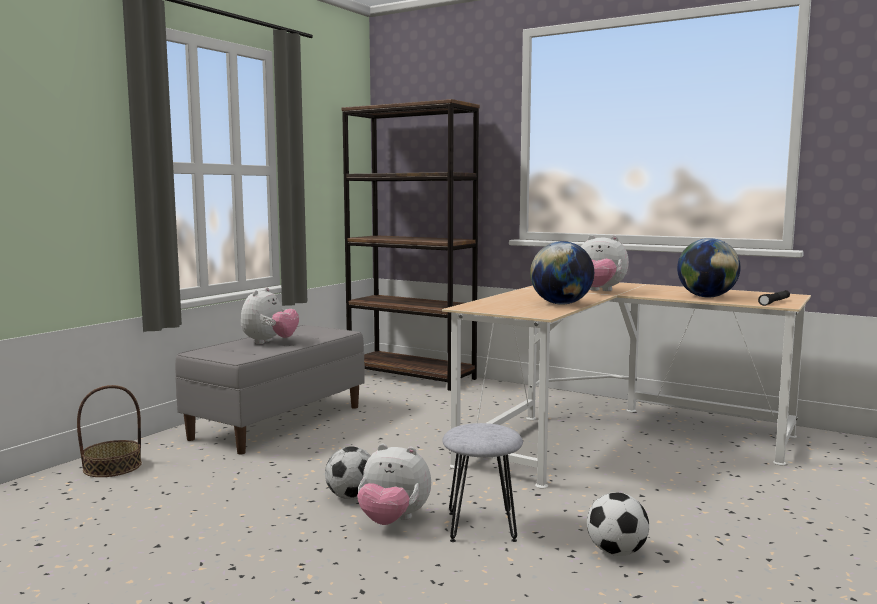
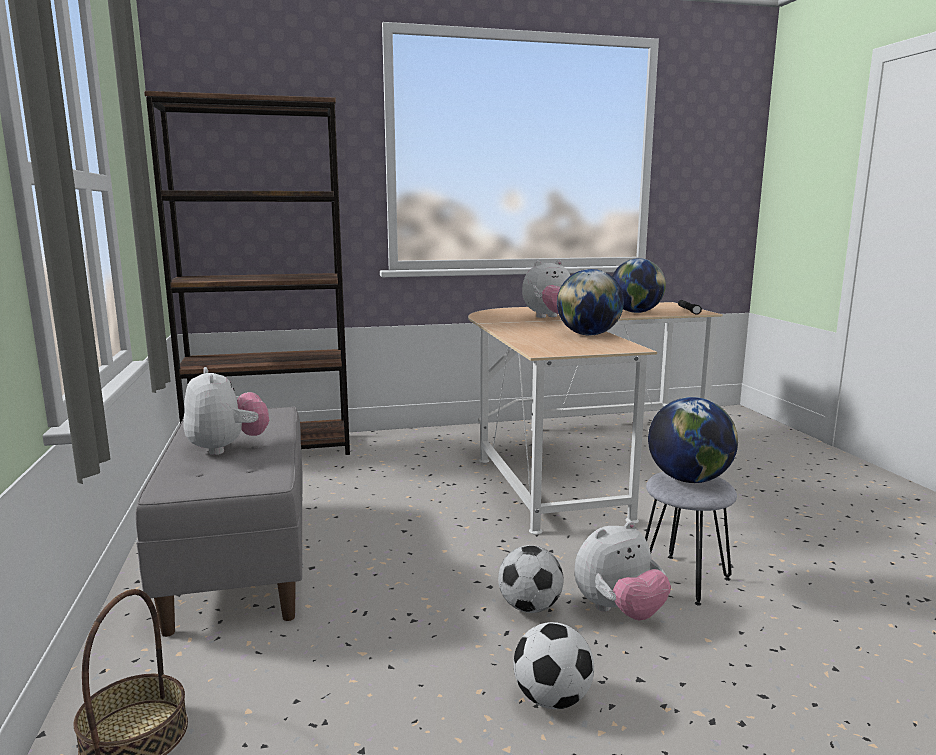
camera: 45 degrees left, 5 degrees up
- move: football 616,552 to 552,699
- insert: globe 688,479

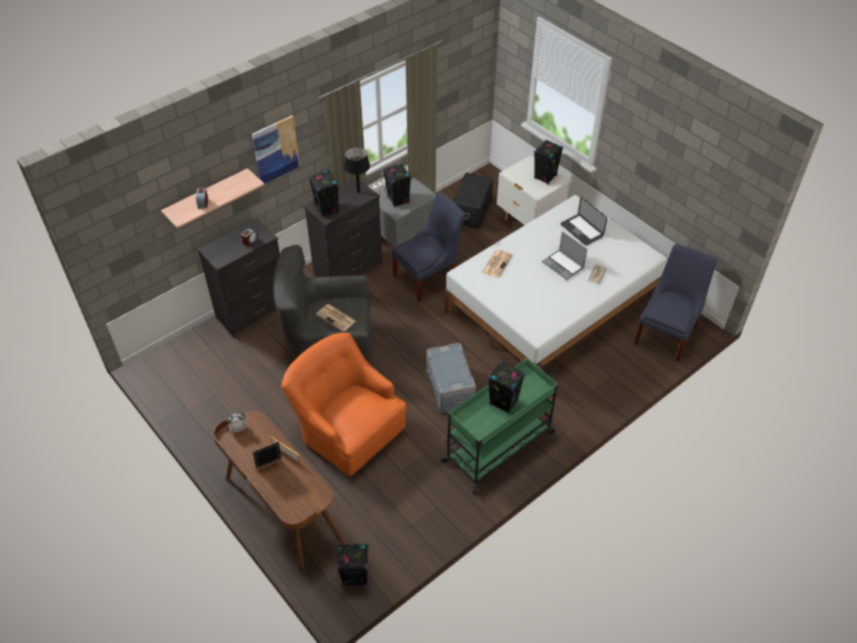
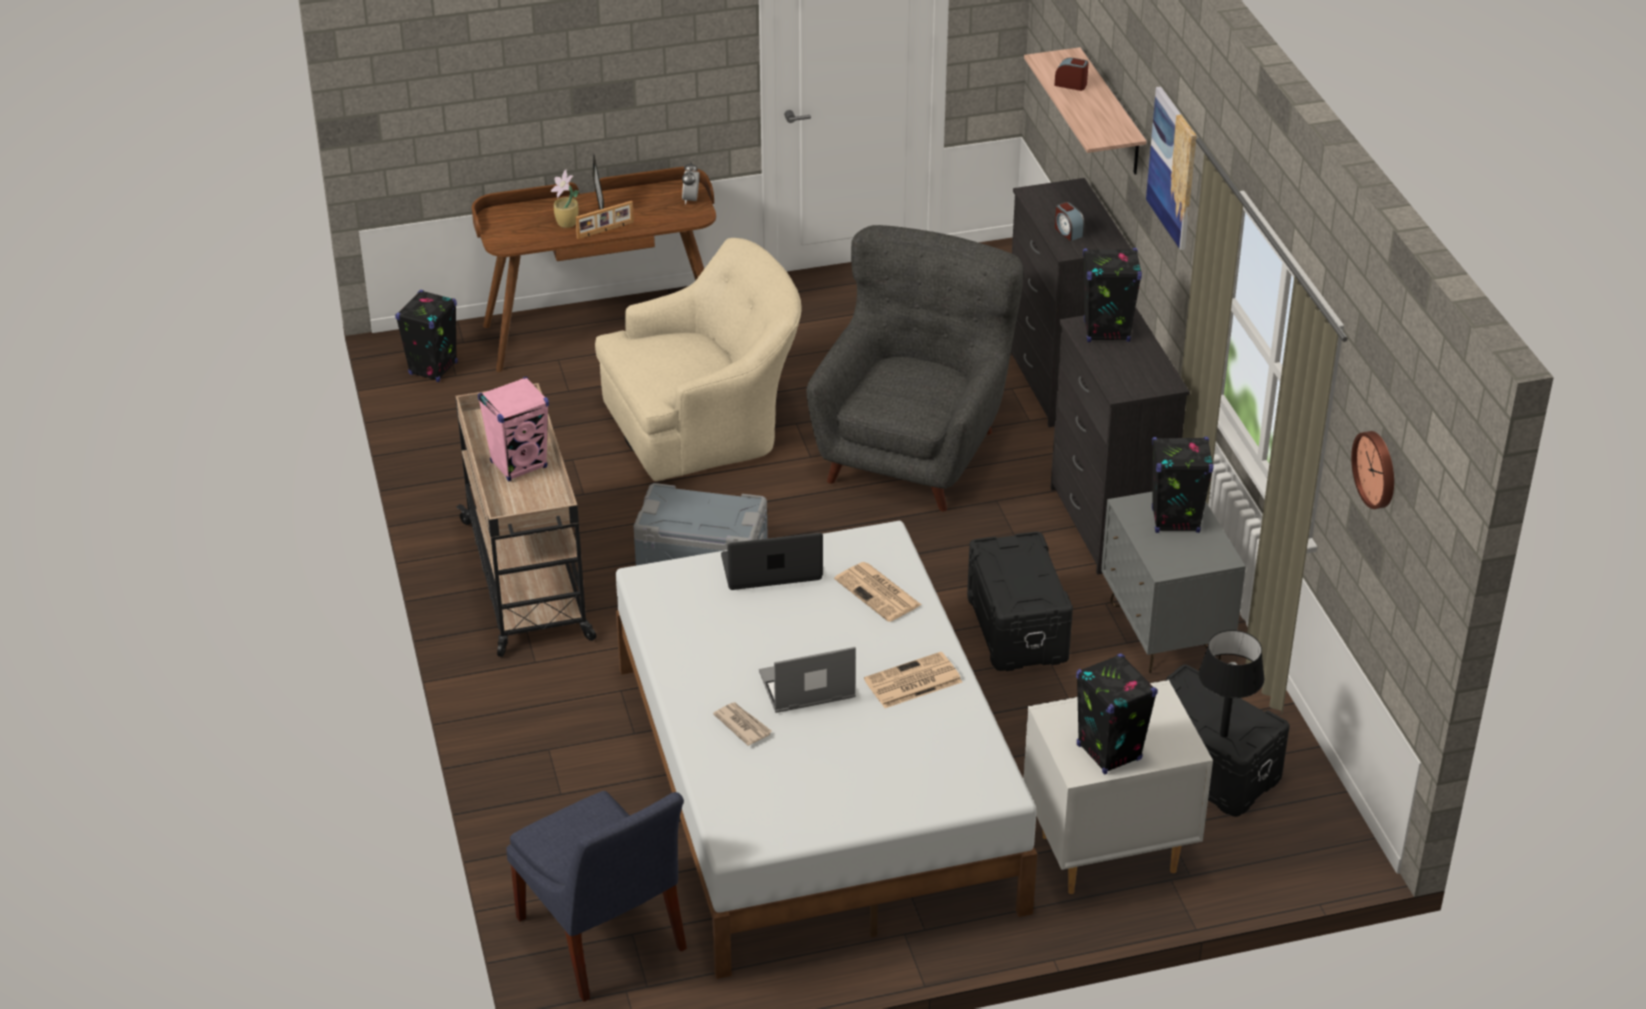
camera: 115 degrees right, 10 degrees down
- move: black table lamp 358,191 to 1223,734
- replace: blue chair 429,277 to black storage box 1015,628
- move: laptop 581,230 to 771,568
- move: newspaper 336,318 to 912,682
- recolor: orange armchair 347,428 to beige armchair 705,425
- recolor: green cart 499,446 to beige cart 527,581
- recolor: black speaker 503,402 to pink speaker 519,465
- insert: potted plant 567,224
- insert: wall clock 1377,469

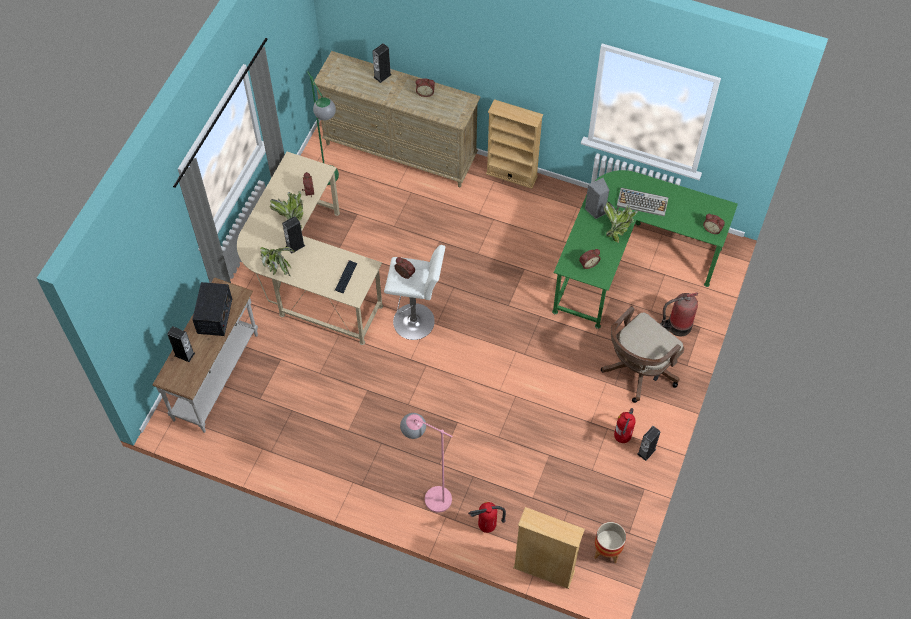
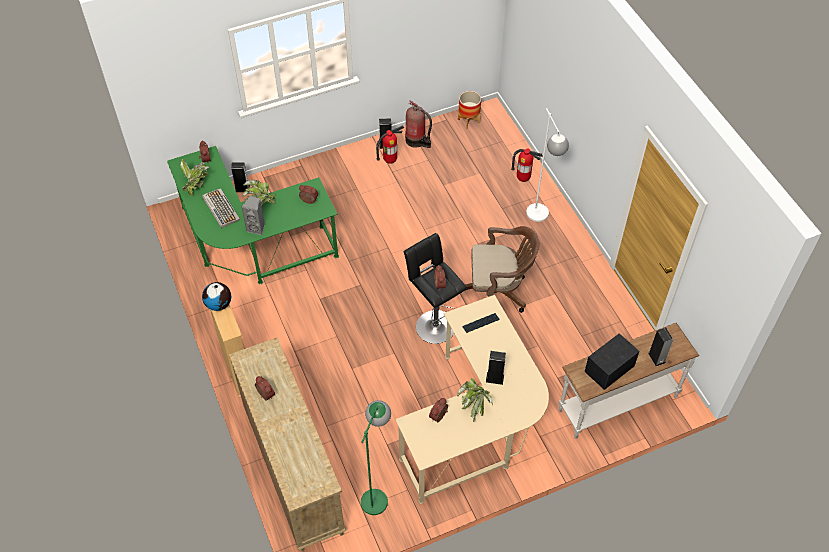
camera: 135 degrees left, 5 degrees down
- move: speaker 382,76 to 242,188
- recolor: white stool 417,321 to black stool 433,324
- move: potted plant 277,266 to 197,184
- move: fire extinguisher 677,326 to 417,141
- move: brown office chair 637,371 to 497,292
- recolor: pink floor lamp 429,495 to white floor lamp 540,219
- delete: beige bookcase 543,570
- insert: globe 219,304

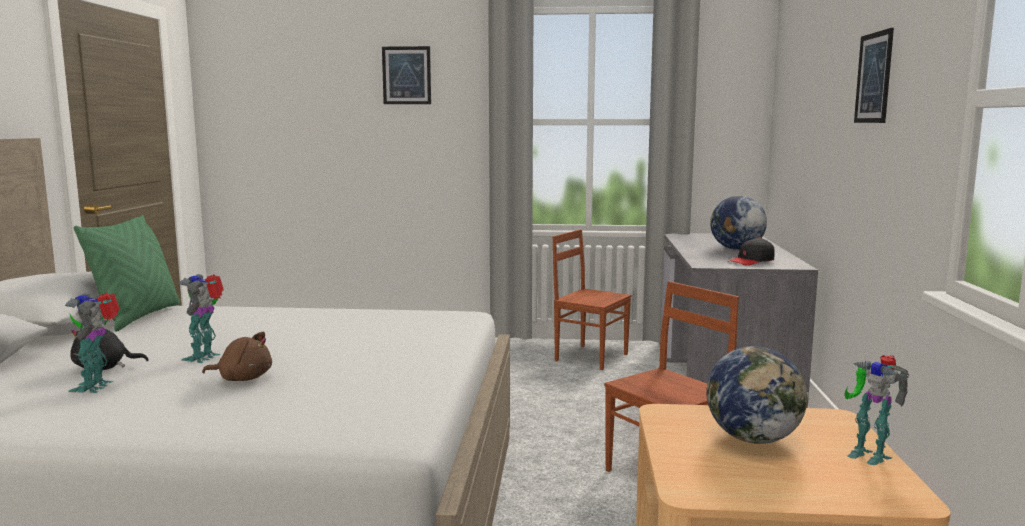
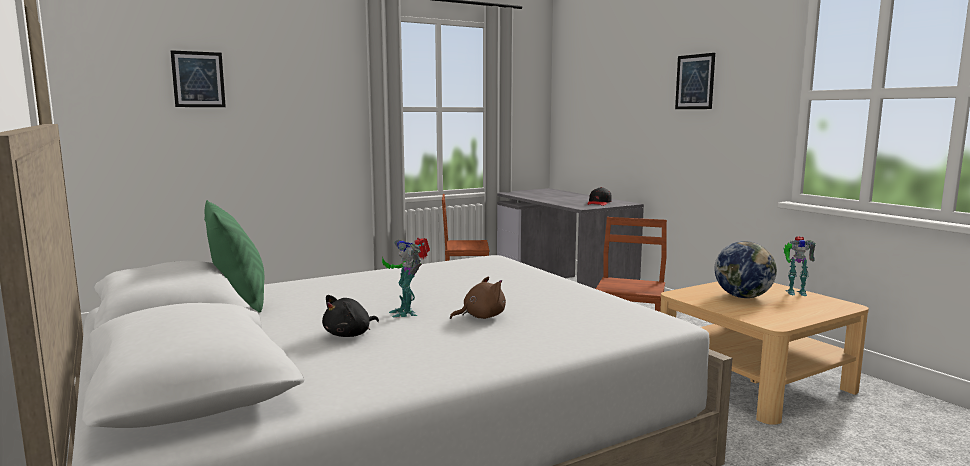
camera: 35 degrees left, 0 degrees up
- move: picture 406,75 to 198,79
- delete: globe 736,249
- delete: toy robot 96,386

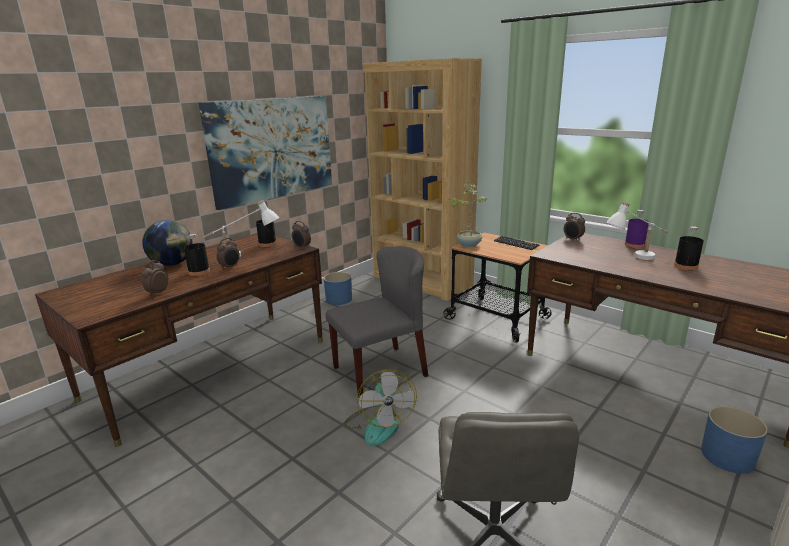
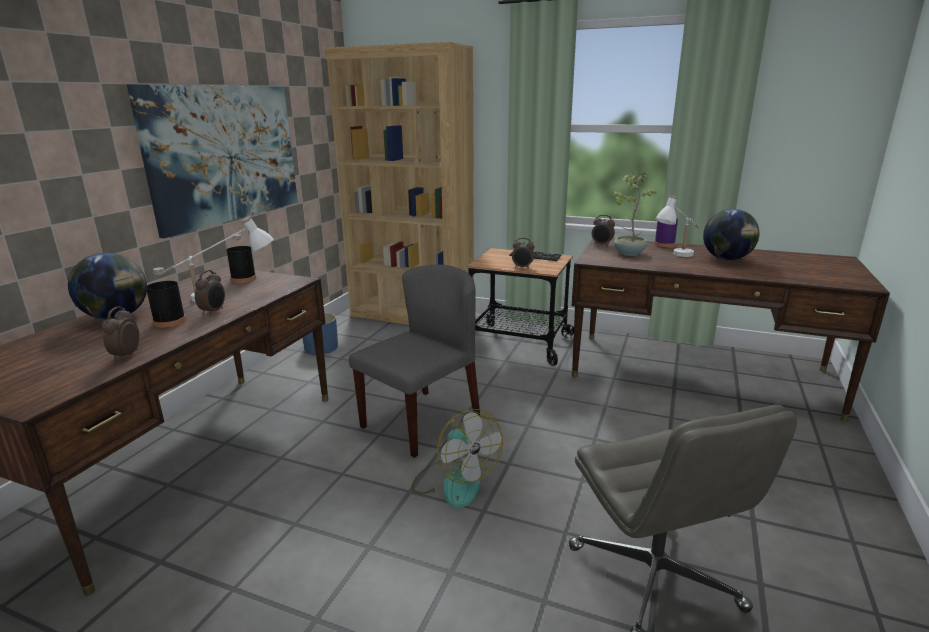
camera: 20 degrees left, 0 degrees up
- move: potted plant 468,244 to 628,253
- move: alarm clock 301,248 to 522,267
- replace: black bottle 686,266 to globe 727,259
- delete: blue planter 728,457

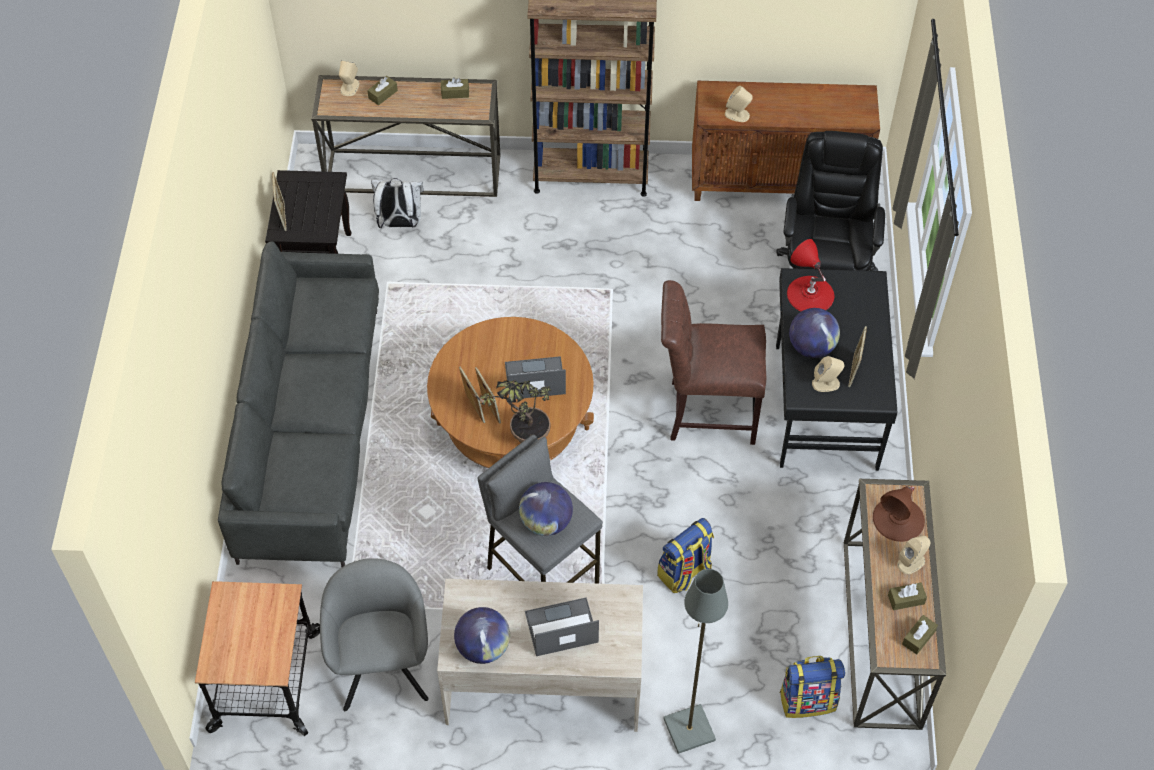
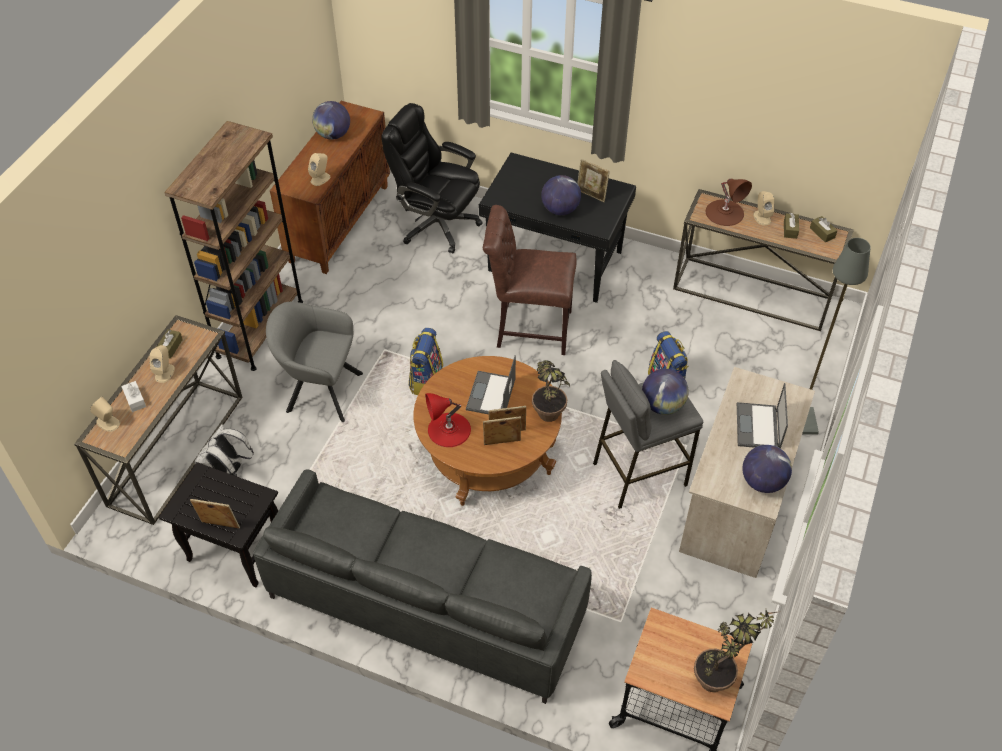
camera: 70 degrees left, 5 degrees down
- recolor: brown tissue box 383,94 to white tissue box 135,400
- move: red table lamp 810,294 to 449,430
- rotate: brown chair 706,411 = 529,328 75 degrees clockwise
- move: beige speaker 826,383 to 164,372
- move: grey armchair 383,663 to 320,391
- move: backpack 808,700 to 426,380
- insert: globe 333,135
- insert: potted plant 720,676

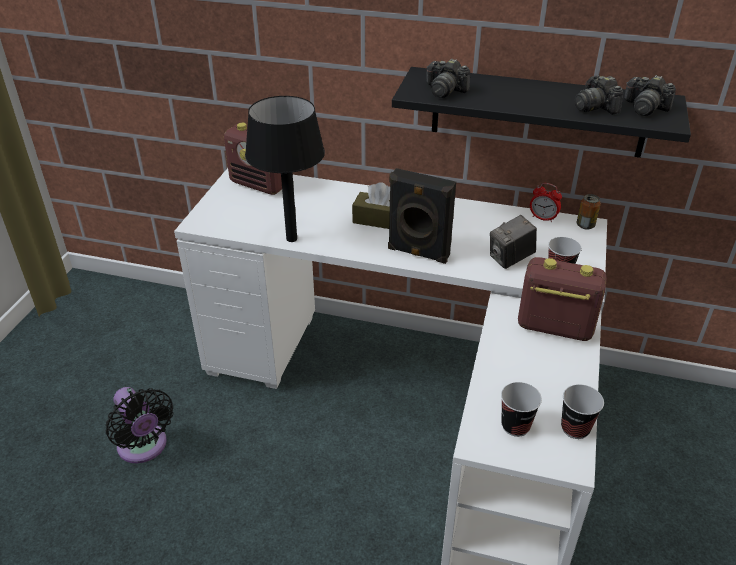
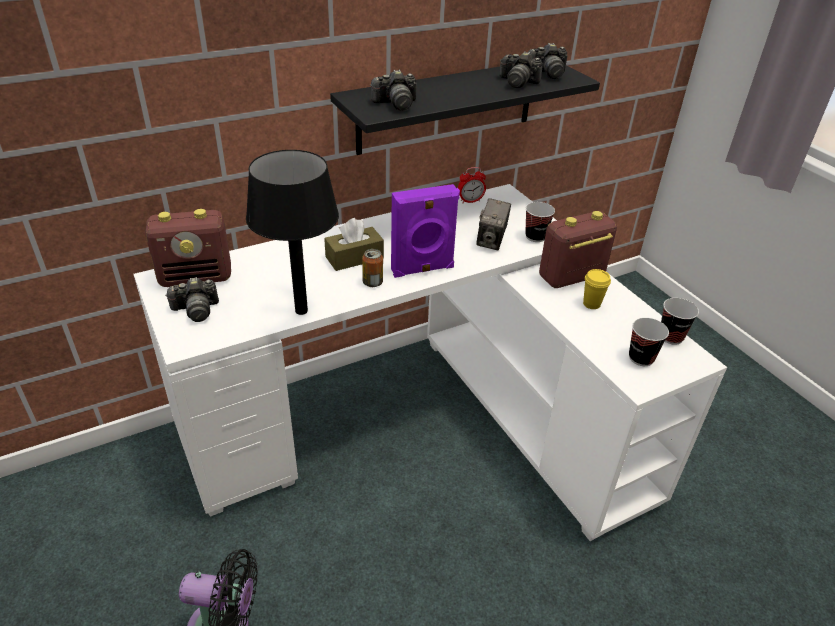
camera: 45 degrees left, 0 degrees up
- recolor: black speaker 418,253 to purple speaker 423,269
- move: can 585,225 to 372,283
- insert: yellow cup 591,304
- insert: photo camera 196,310

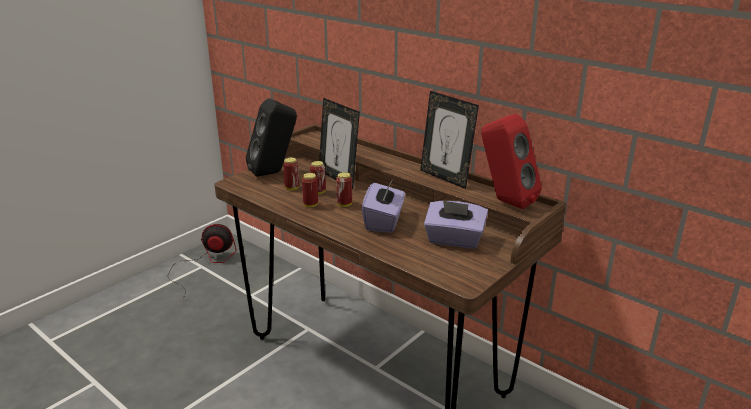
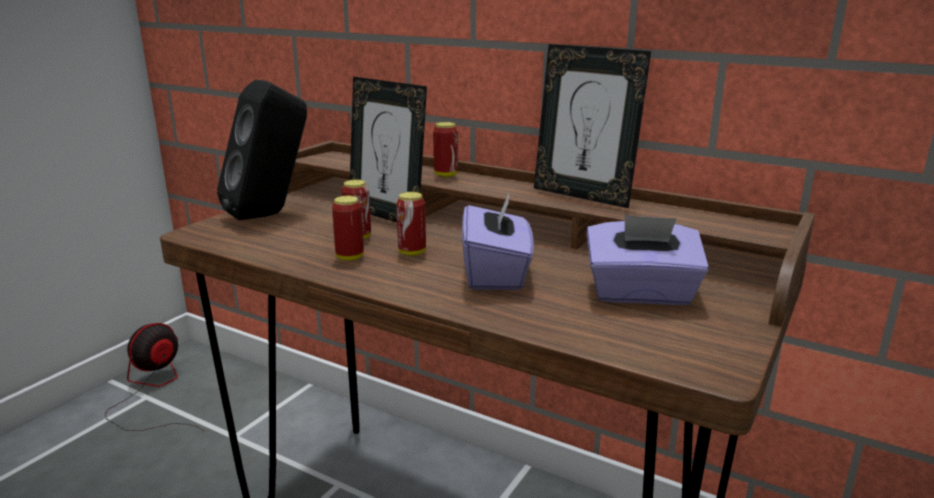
camera: 10 degrees left, 5 degrees down
- delete: red speaker 504,201
- move: can 292,188 to 446,175
- rotate: fan 206,263 = 154,391 45 degrees counterclockwise

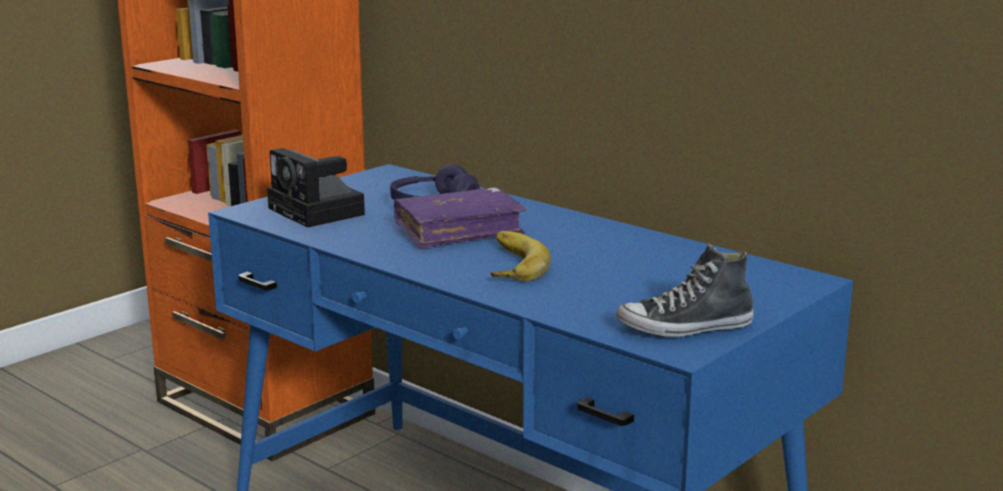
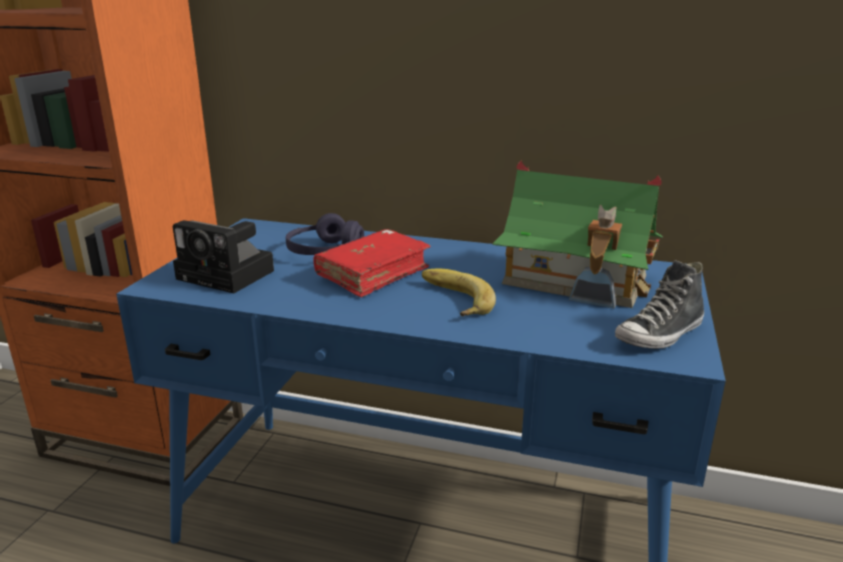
camera: 25 degrees left, 5 degrees up
- recolor: purple book 458,231 to red book 373,273
- insert: toy house 576,280

